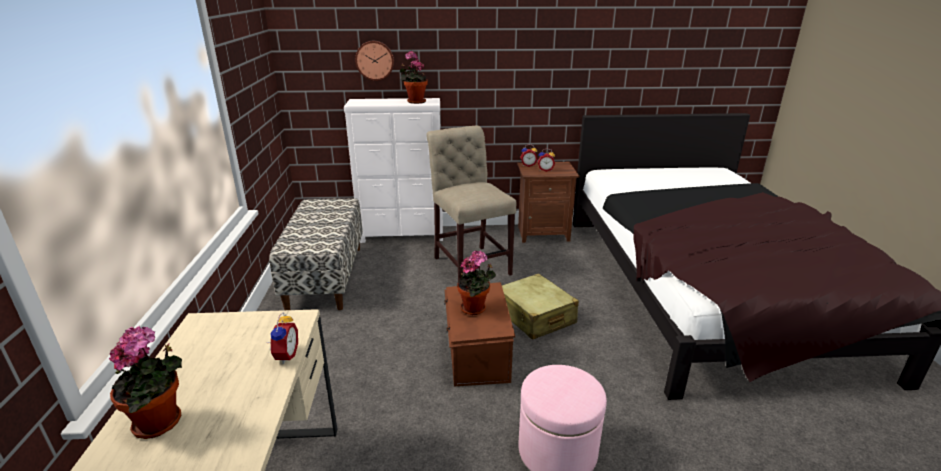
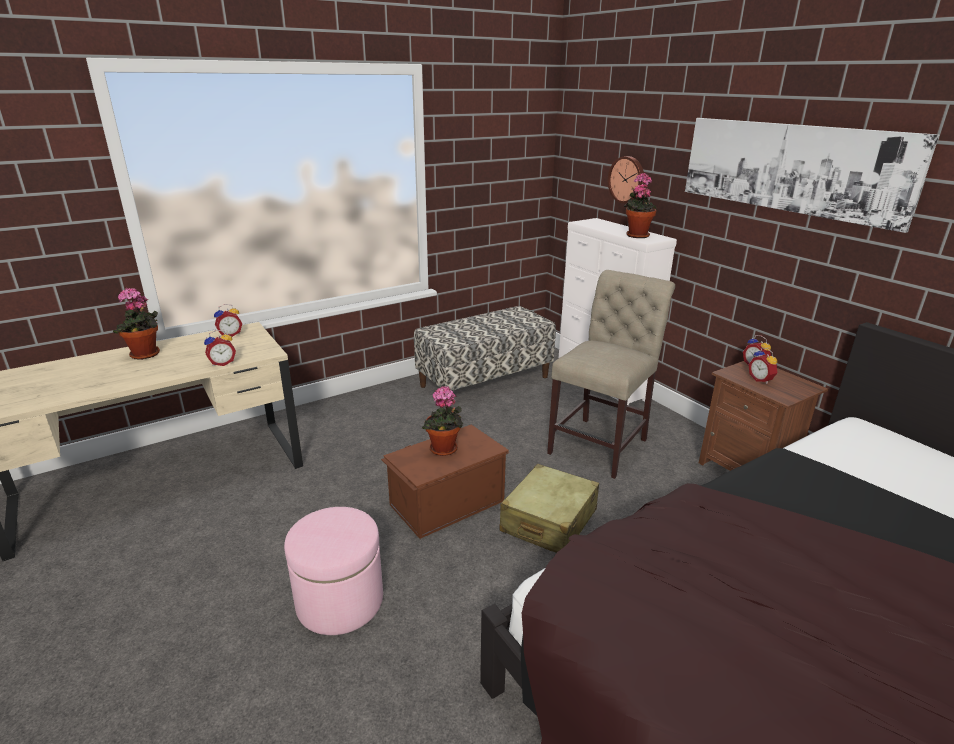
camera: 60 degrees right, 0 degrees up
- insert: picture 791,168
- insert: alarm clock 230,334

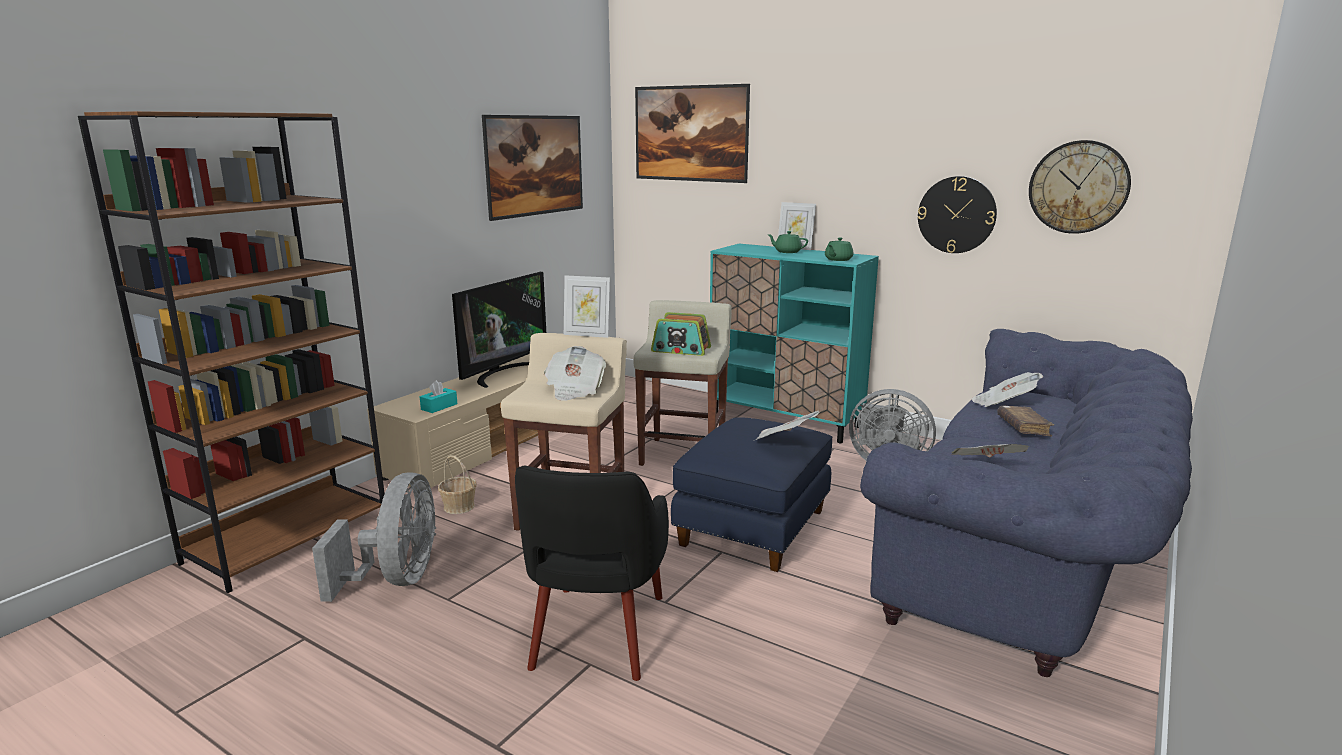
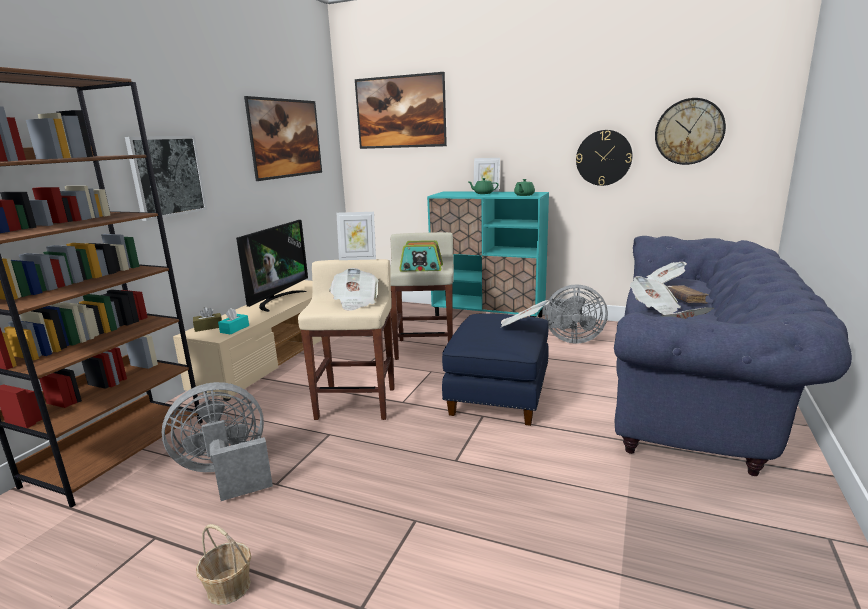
camera: 10 degrees left, 0 degrees up
- move: basket 459,507 to 229,587
- delete: black armchair 597,634
- rotate: grey fan 397,579 = 226,473 105 degrees counterclockwise
- insert: picture 167,176
- insert: newspaper 654,308
- insert: brown tissue box 208,327

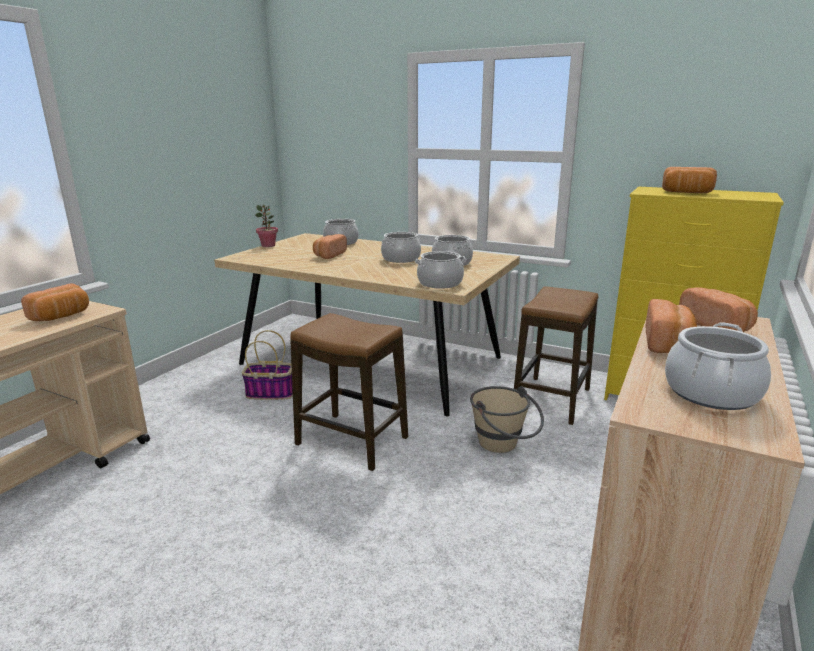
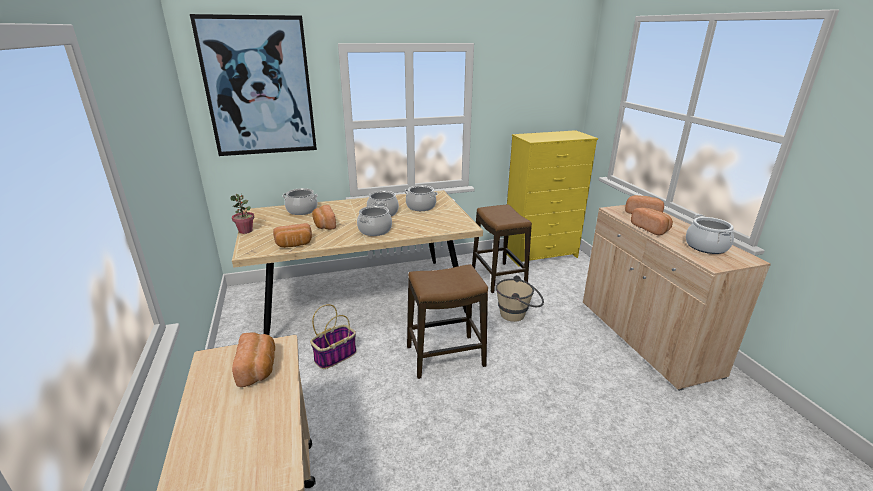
camera: 45 degrees left, 5 degrees up
- move: bread 687,193 to 294,245
- move: cooking pot 440,283 to 375,230
- insert: picture 259,87

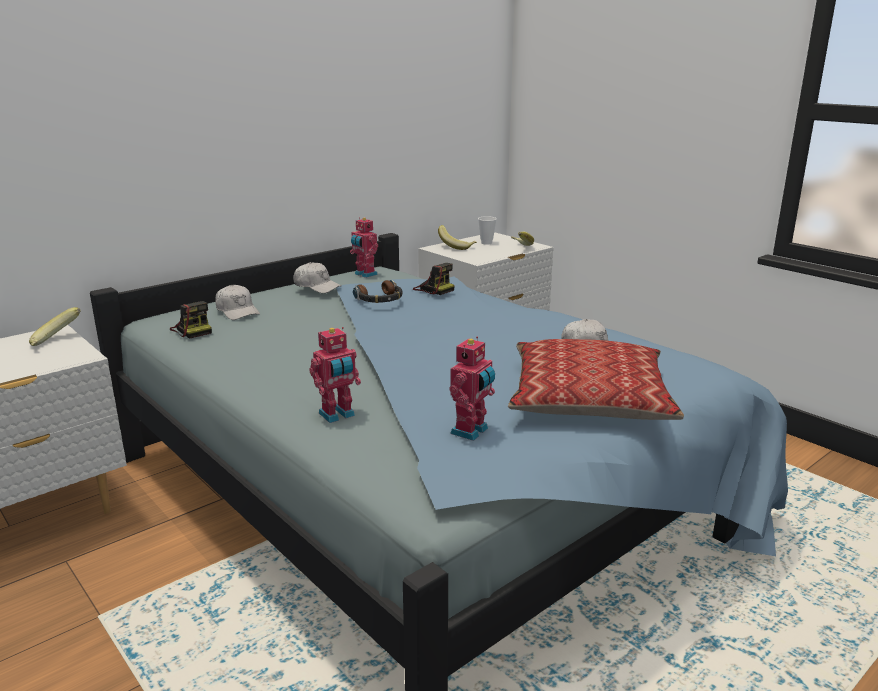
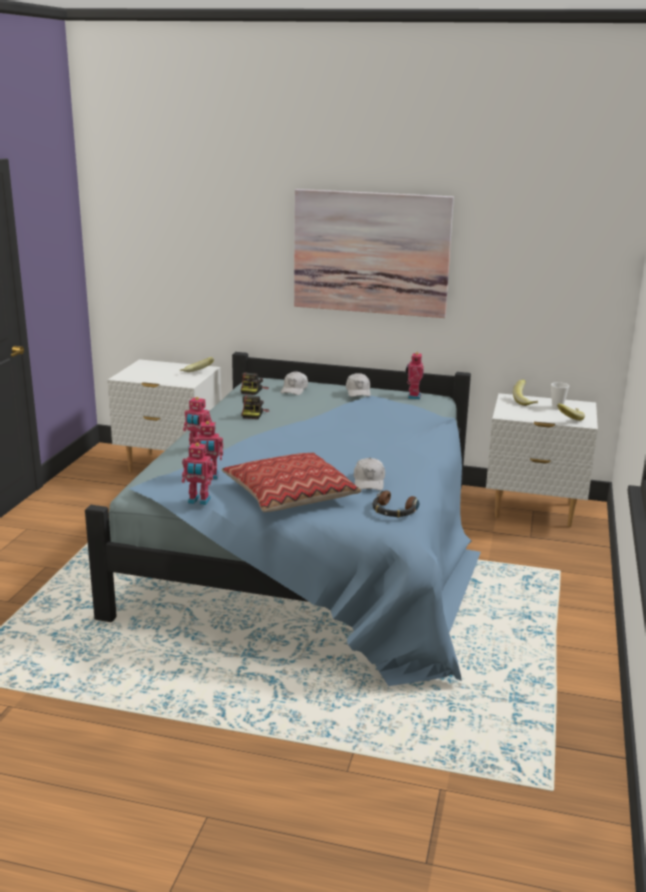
camera: 55 degrees right, 0 degrees up
- move: photo camera 433,289 to 254,414
- move: headphones 379,299 to 393,511
- insert: picture 371,253
- insert: toy robot 198,501

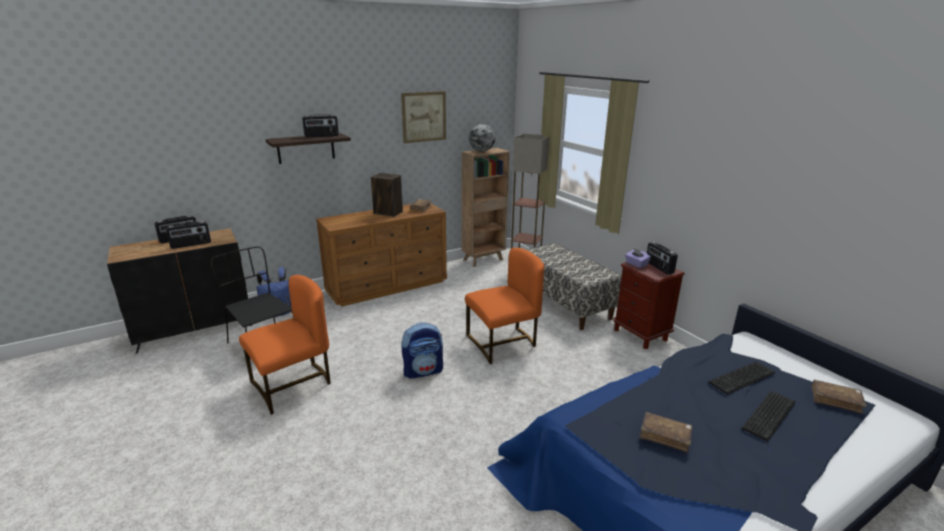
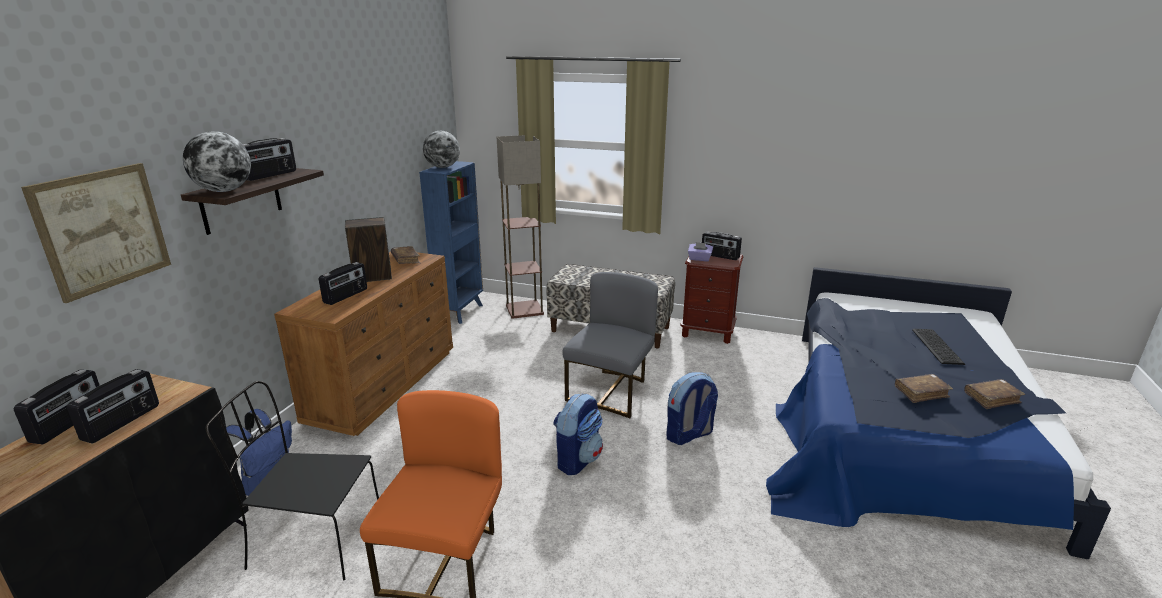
camera: 40 degrees left, 0 degrees up
- move: picture 424,117 to 103,230
- recolor: brown bookcase 484,260 to blue bookcase 460,312
- recolor: orange chair 503,343 to grey chair 611,392
- delete: keyboard 743,378
- move: brown book 835,400 to 991,398
- insert: globe 224,191
- insert: radio 346,296
- insert: backpack 689,435

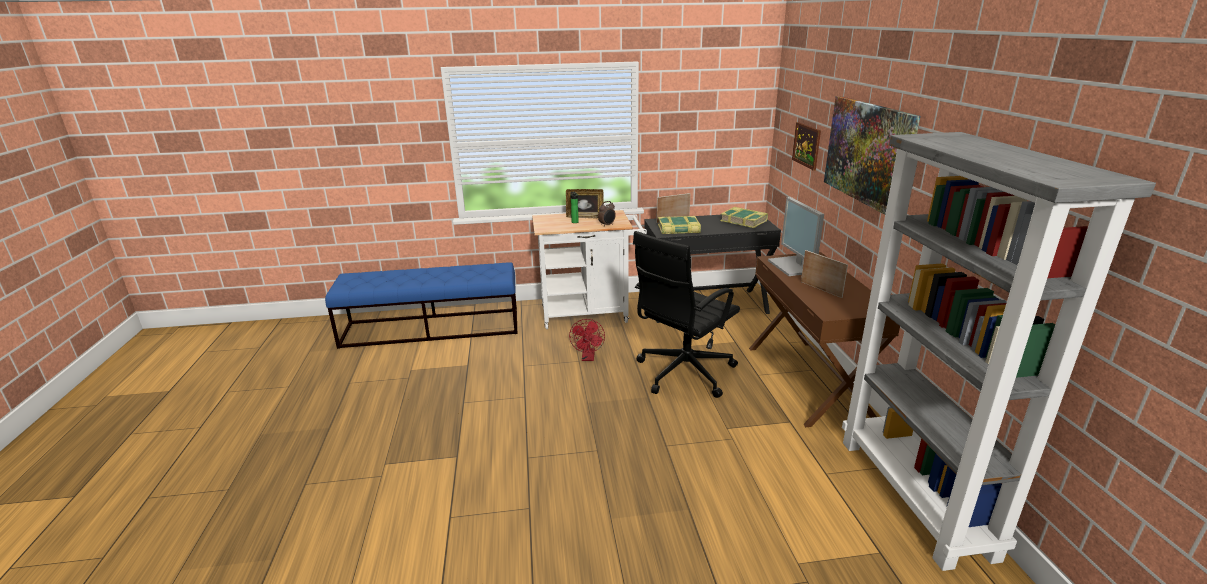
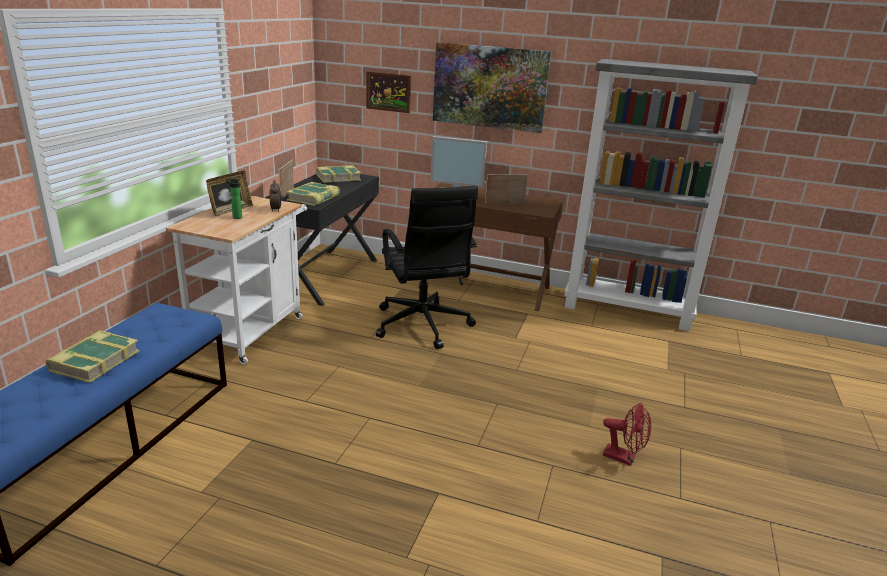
camera: 65 degrees left, 0 degrees up
- move: red fan 588,358 to 624,458
- insert: book 94,361

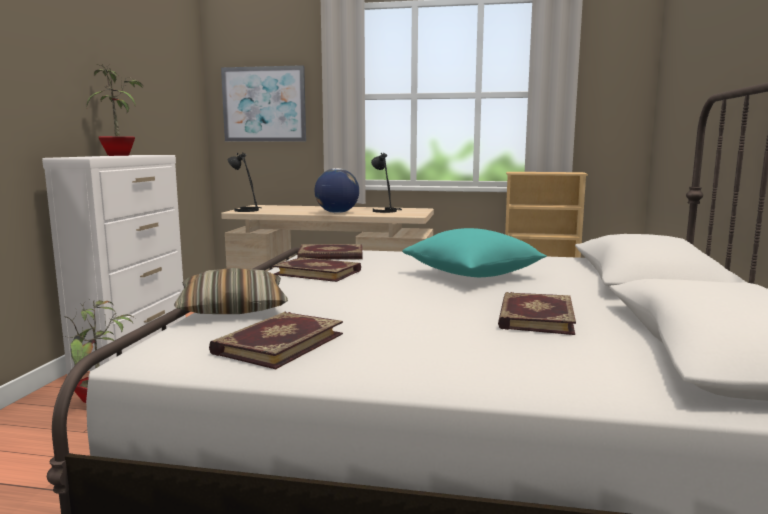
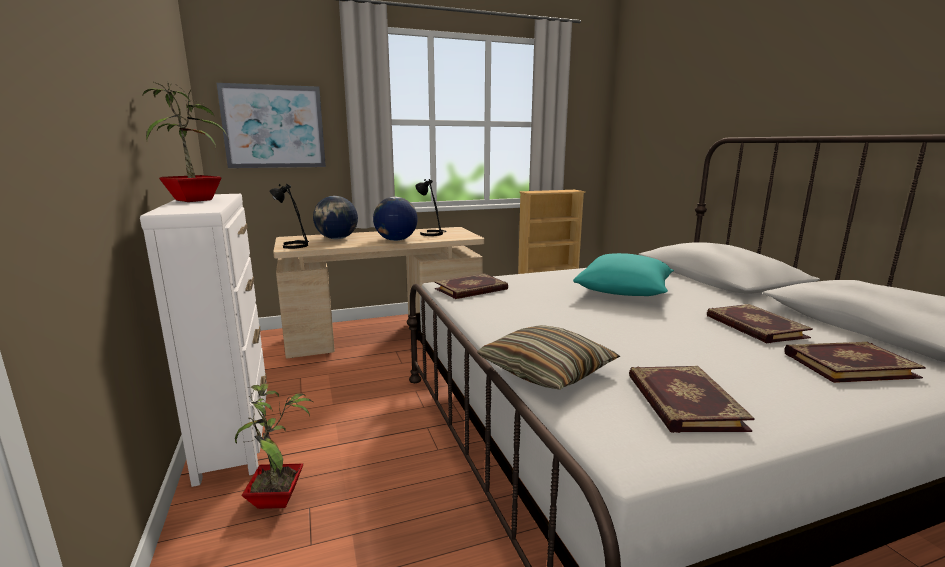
camera: 30 degrees left, 5 degrees up
- move: book 318,272 to 847,364
- insert: globe 337,239

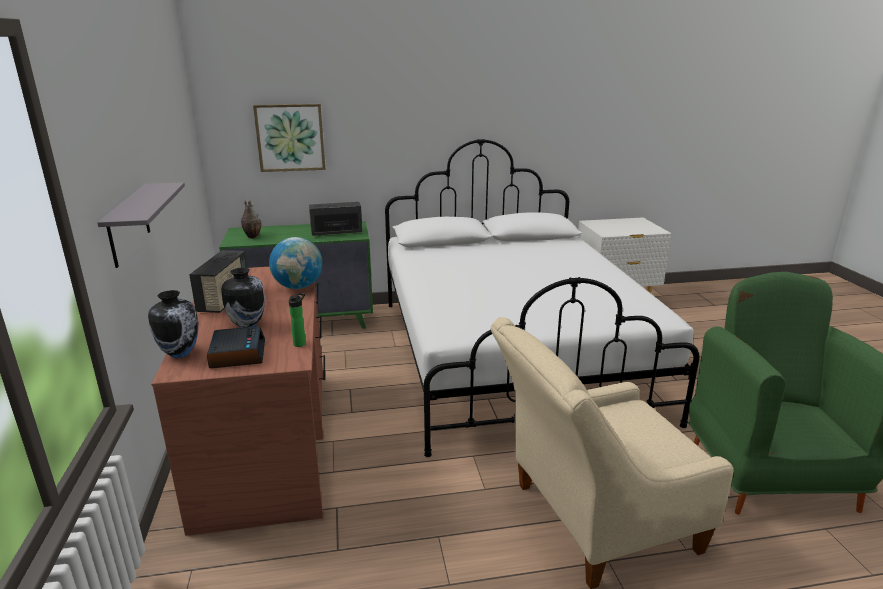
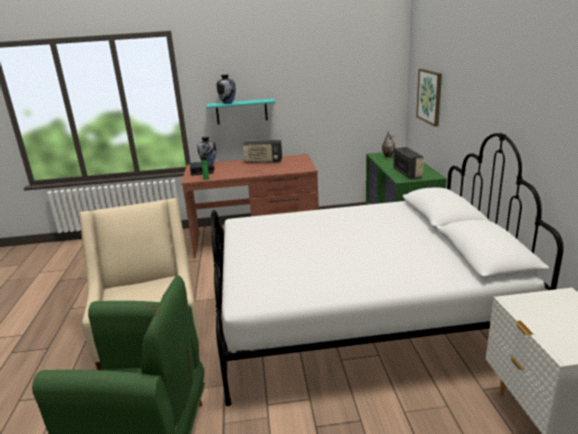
camera: 95 degrees right, 0 degrees up
- recolor: grey shelf 128,224 to turquoise shelf 241,111
- delete: globe 298,287
- move: vase 247,325 to 228,103

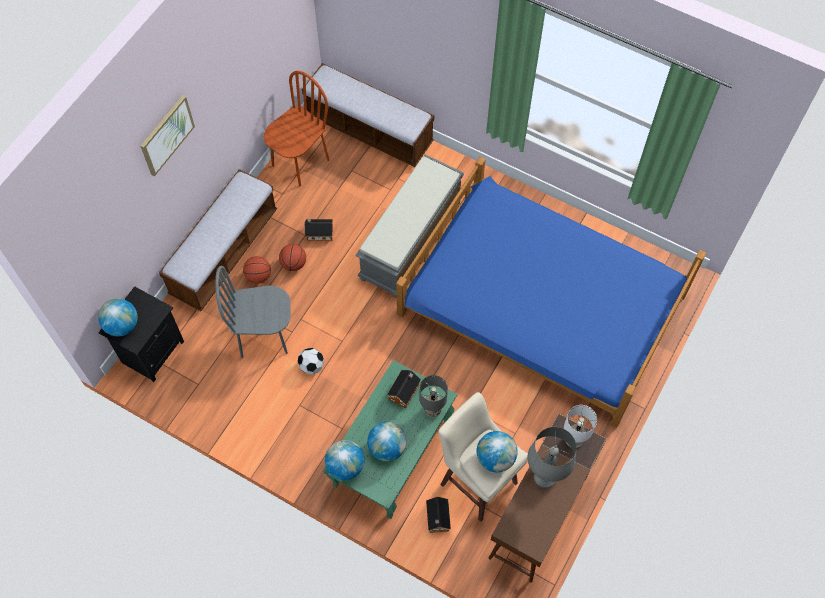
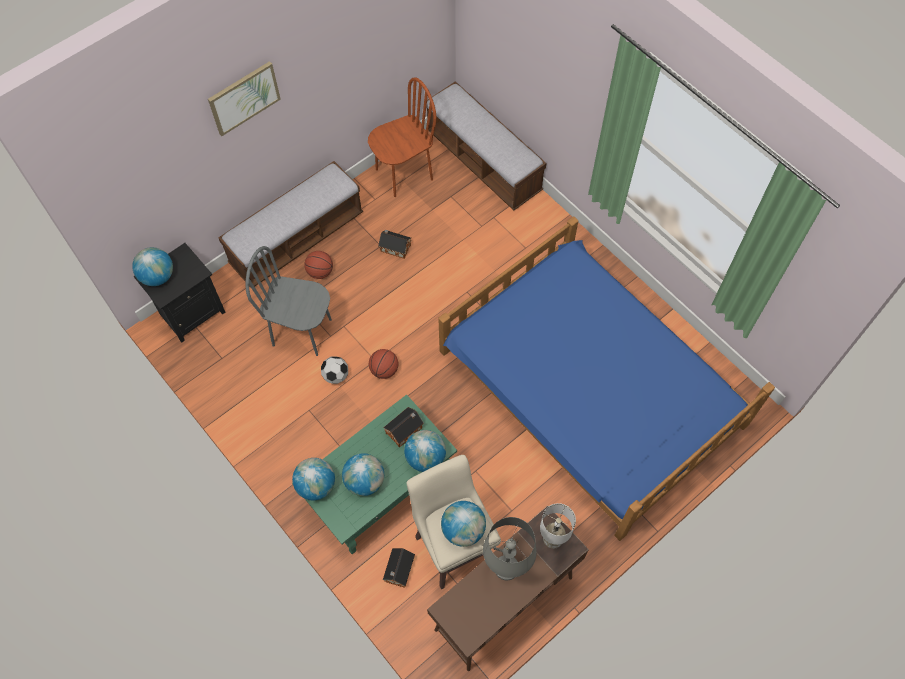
camera: 20 degrees right, 0 degrees up
- delete: grey bench 411,240
- move: basketball 293,264 to 384,370
- replace: grey table lamp 432,410 to globe 425,458

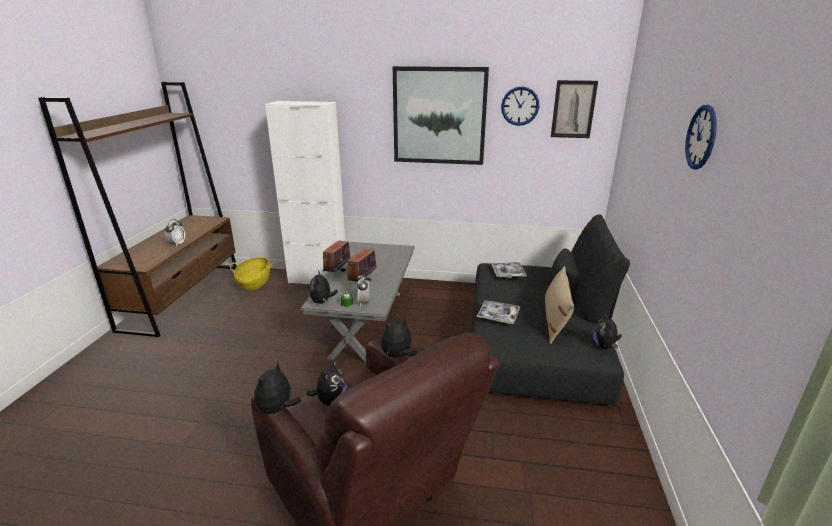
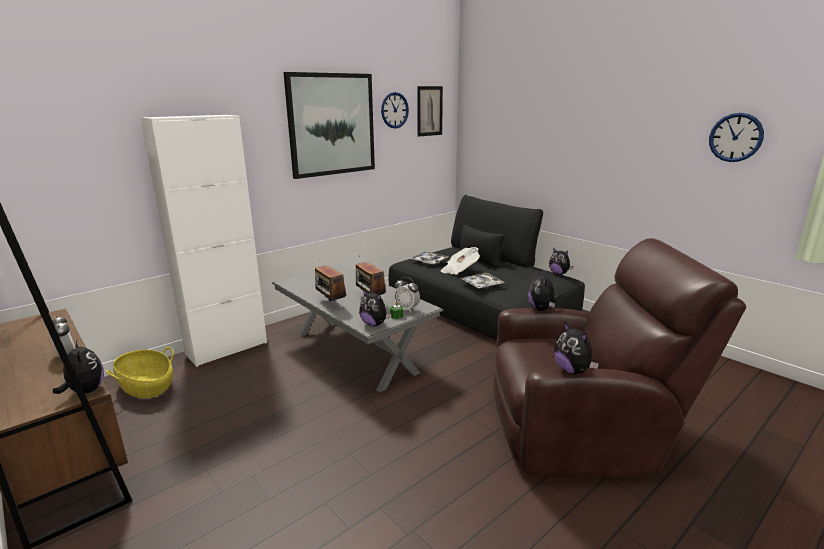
camera: 50 degrees left, 5 degrees down
- move: wall clock 701,137 to 735,137
- delete: beige pillow 555,320
- move: plush toy 331,400 to 85,391
- insert: newspaper 459,270

